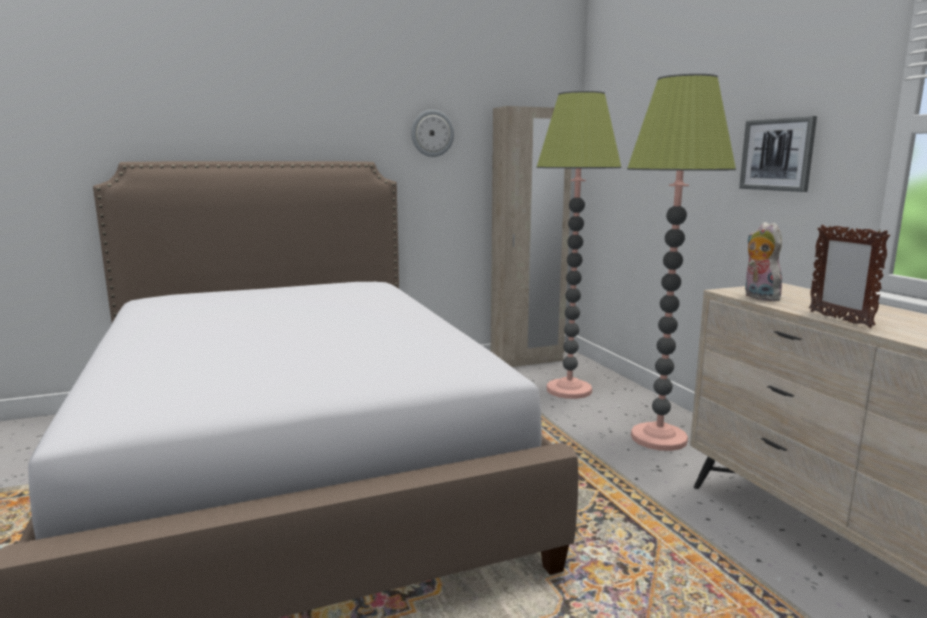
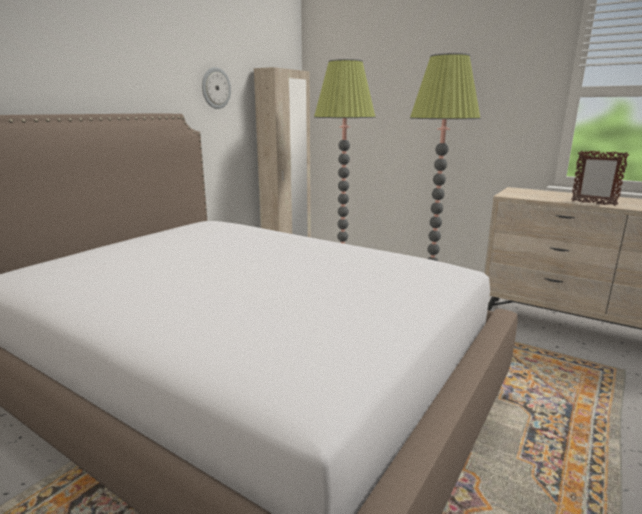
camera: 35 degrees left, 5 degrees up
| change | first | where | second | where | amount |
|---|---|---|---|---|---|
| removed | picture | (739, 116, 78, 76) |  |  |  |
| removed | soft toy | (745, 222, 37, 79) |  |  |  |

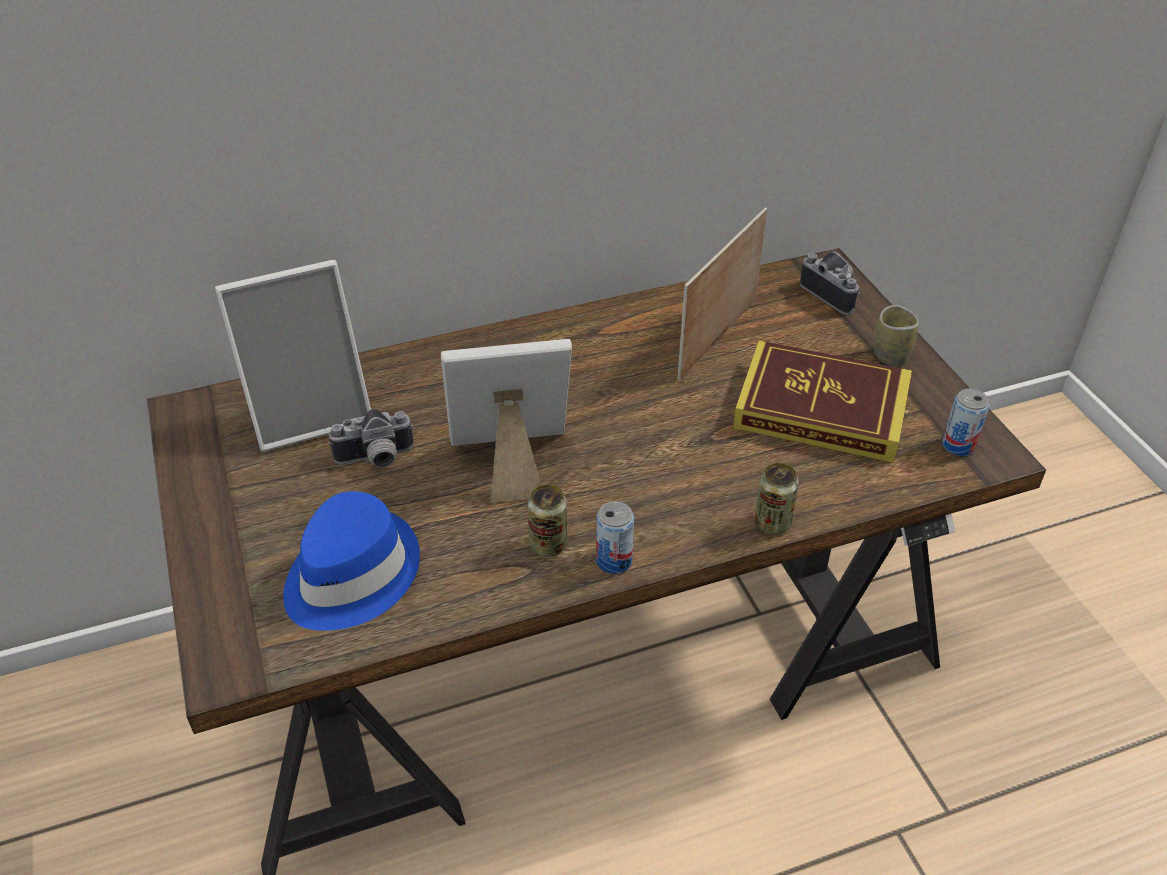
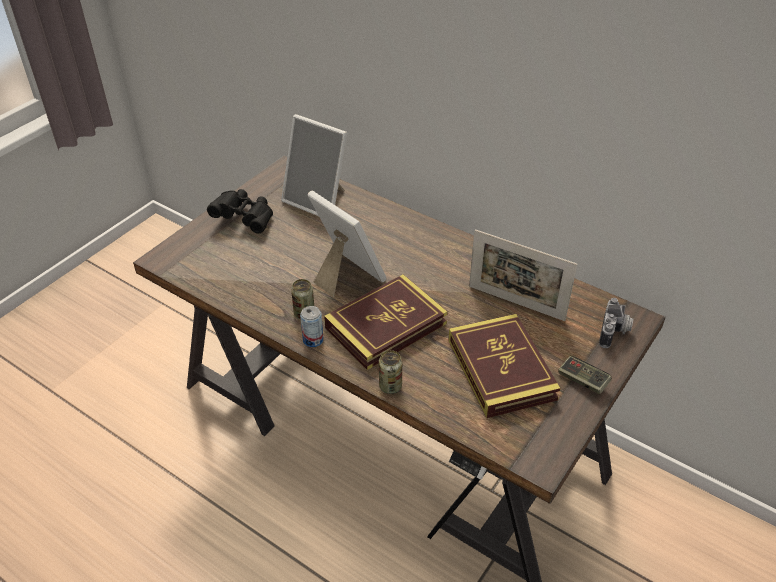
camera: 55 degrees right, 0 degrees up
| change | first | where | second | where | amount |
|---|---|---|---|---|---|
| turned | picture frame | (678, 208, 89, 173) |  | (469, 229, 108, 92) | 150 degrees counterclockwise |
| replaced | small cup | (873, 305, 46, 62) | joypad | (558, 356, 54, 38) |  |
| removed | metal can | (942, 389, 47, 67) |  |  |  |
| removed | still camera | (329, 409, 85, 59) |  |  |  |
| removed | clothing hat (blue-coloured) | (283, 491, 137, 140) |  |  |  |
| added |  |  | pair of binoculars (black) | (207, 189, 66, 44) |  |
| added |  |  | volume | (324, 274, 124, 96) |  |

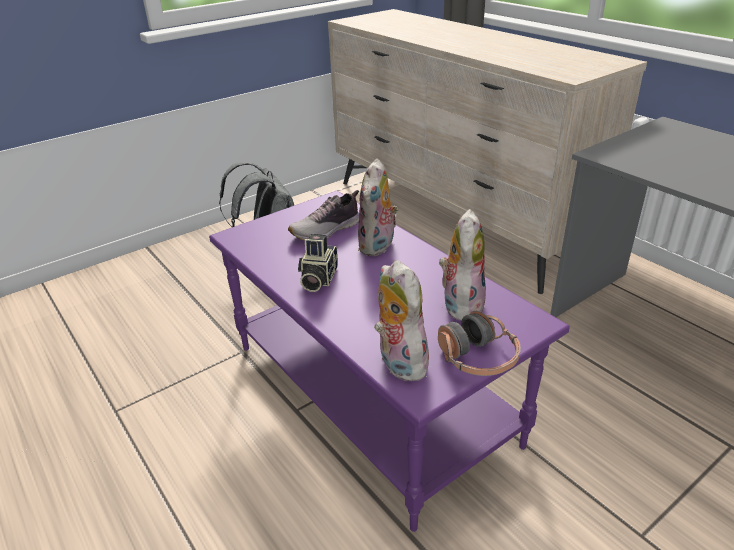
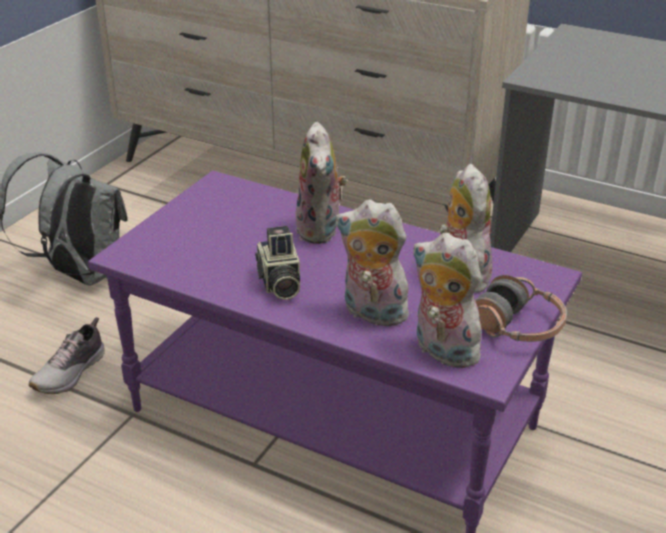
camera: 25 degrees left, 0 degrees up
| change | first | where | second | where | amount |
|---|---|---|---|---|---|
| moved | item of footwear | (288, 190, 71, 51) |  | (29, 317, 76, 77) |  |
| added |  |  | soft toy | (336, 199, 76, 130) |  |

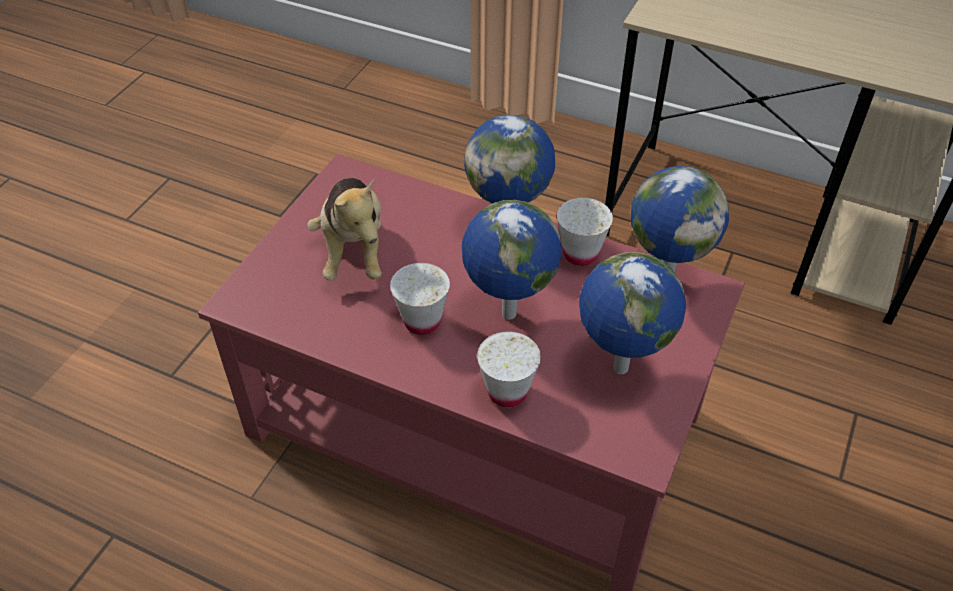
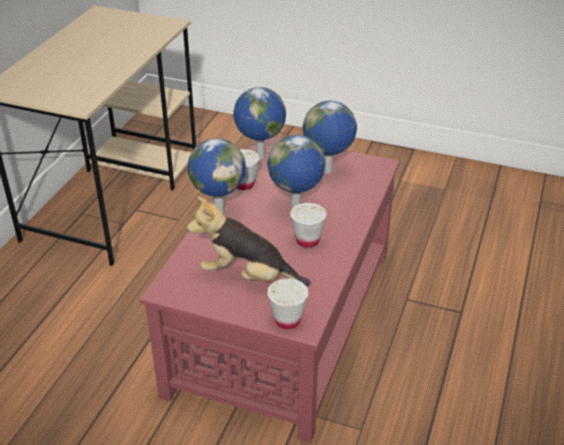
camera: 95 degrees left, 10 degrees down
| change | first | where | second | where | amount |
|---|---|---|---|---|---|
| turned | soft toy | (307, 178, 75, 102) |  | (187, 196, 124, 90) | 150 degrees counterclockwise |
| moved | small cup (white) | (477, 332, 64, 75) |  | (267, 278, 41, 51) |  |

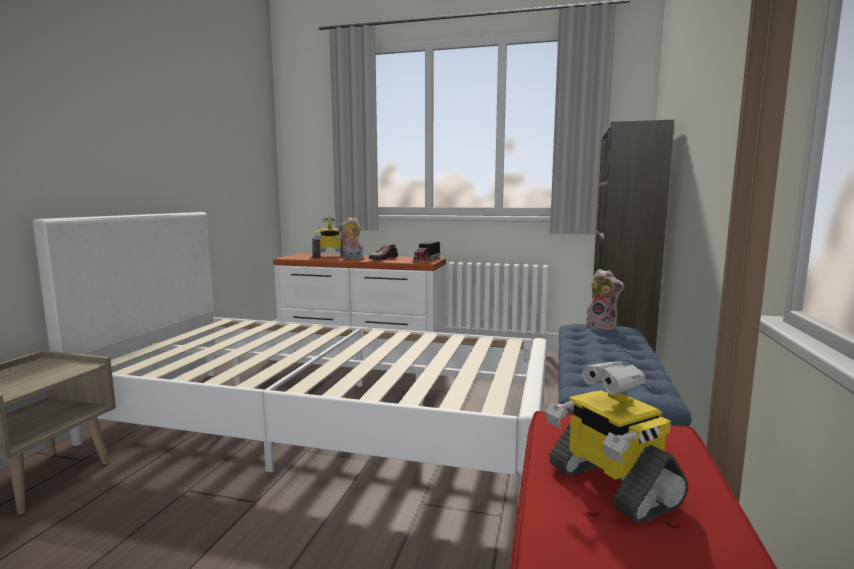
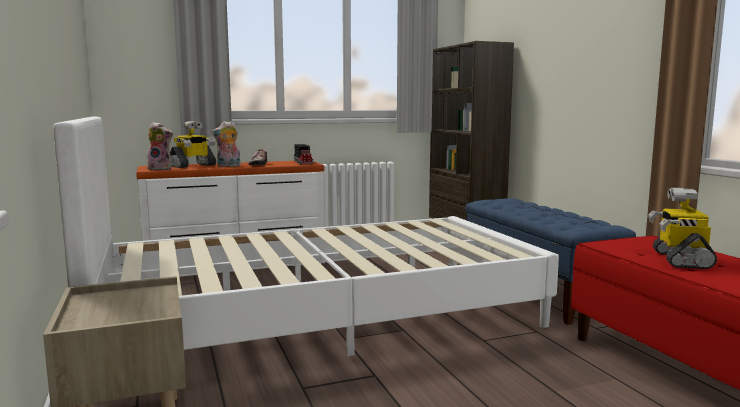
camera: 35 degrees left, 0 degrees up
| change | first | where | second | where | amount |
|---|---|---|---|---|---|
| moved | soft toy | (584, 269, 40, 63) |  | (147, 122, 26, 48) |  |
| turned | robot figure | (546, 361, 142, 163) |  | (648, 188, 69, 81) | 75 degrees clockwise |

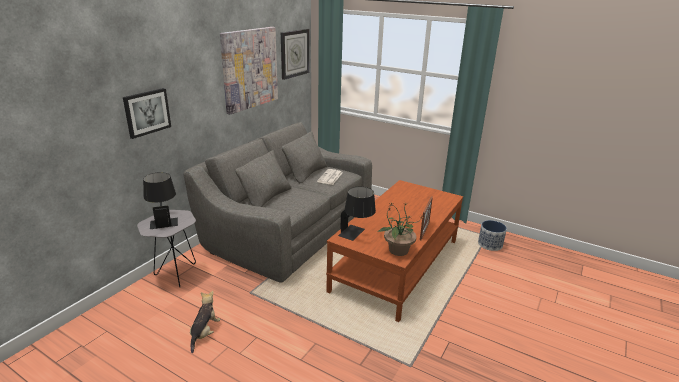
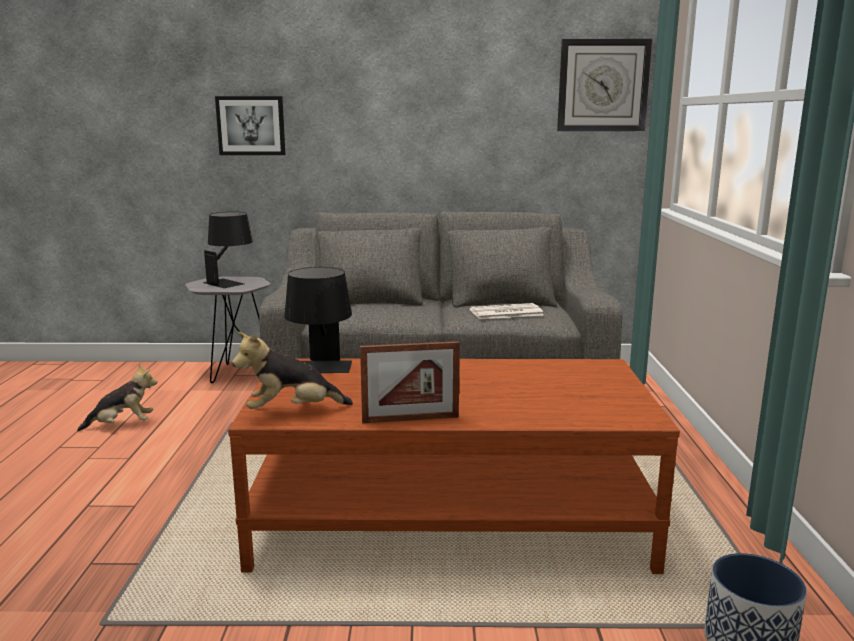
camera: 60 degrees right, 10 degrees down
| change | first | where | second | where | amount |
|---|---|---|---|---|---|
| removed | picture | (220, 27, 58, 88) |  |  |  |
| replaced | houseplant | (378, 201, 46, 55) | soft toy | (232, 332, 121, 77) |  |

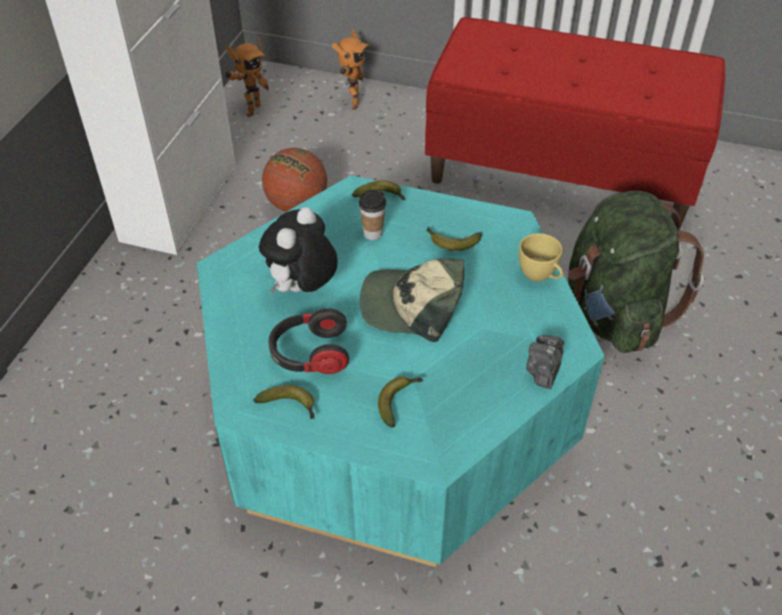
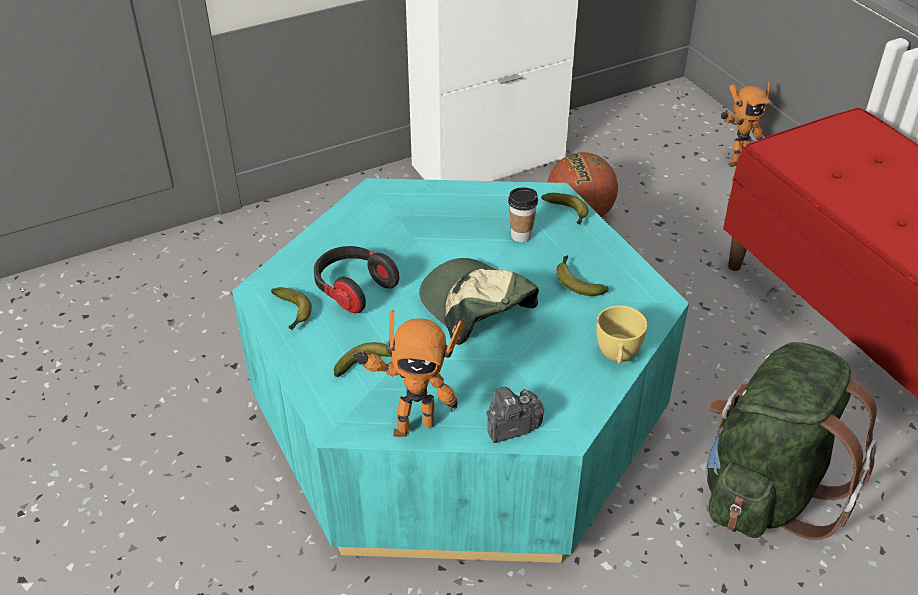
camera: 45 degrees right, 5 degrees down
| change | first | where | second | where | amount |
|---|---|---|---|---|---|
| moved | robot figure | (224, 37, 45, 80) |  | (352, 310, 112, 127) |  |
| removed | soft toy | (259, 207, 78, 87) |  |  |  |

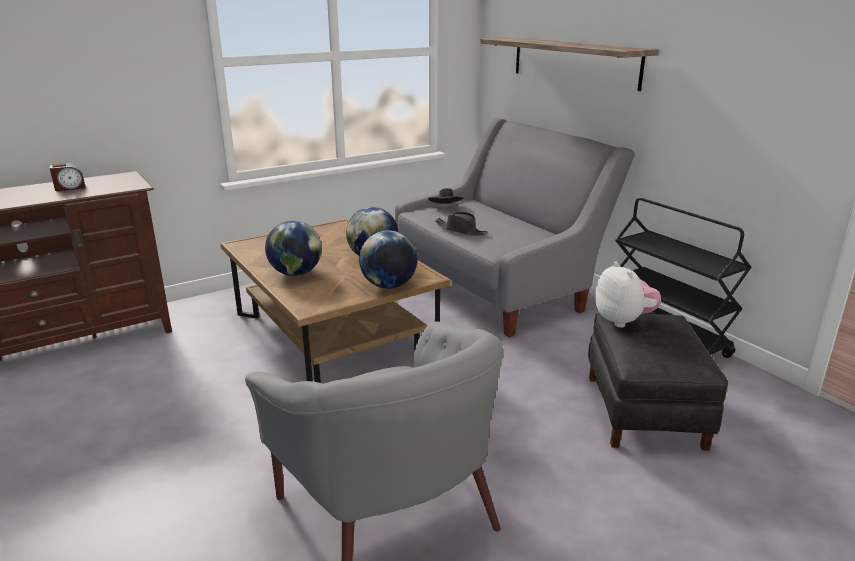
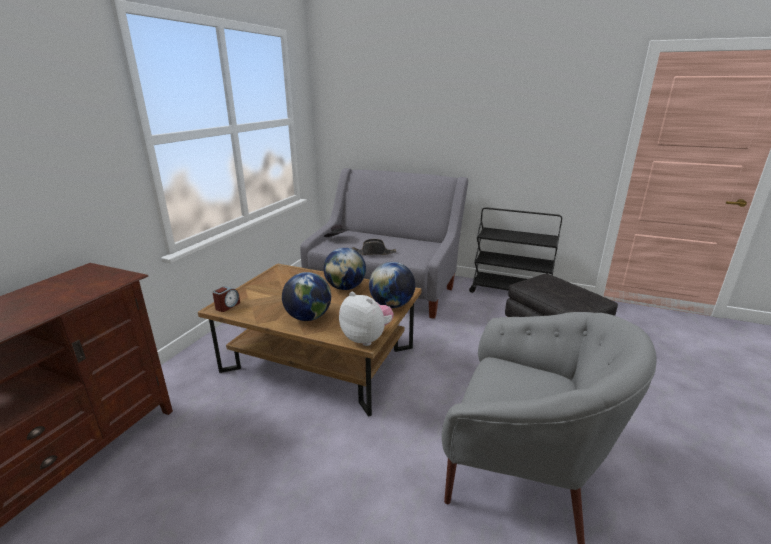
camera: 35 degrees left, 0 degrees up
| change | first | where | second | where | amount |
|---|---|---|---|---|---|
| removed | wall shelf | (480, 37, 179, 54) |  |  |  |
| moved | bedside clock | (50, 163, 35, 28) |  | (212, 286, 28, 26) |  |
| moved | soft toy | (595, 262, 66, 66) |  | (339, 292, 55, 54) |  |

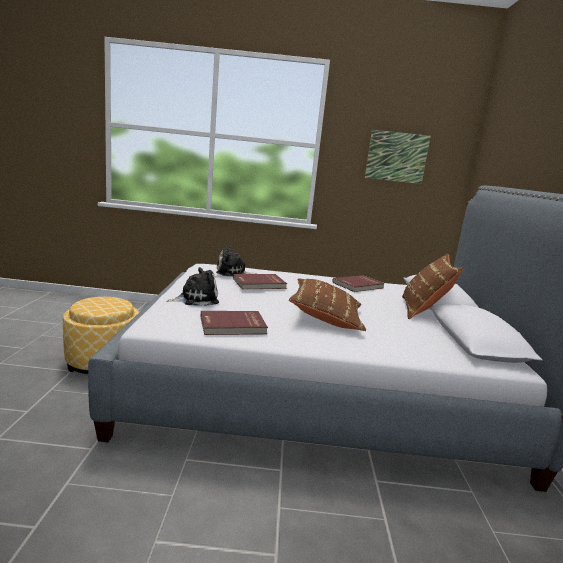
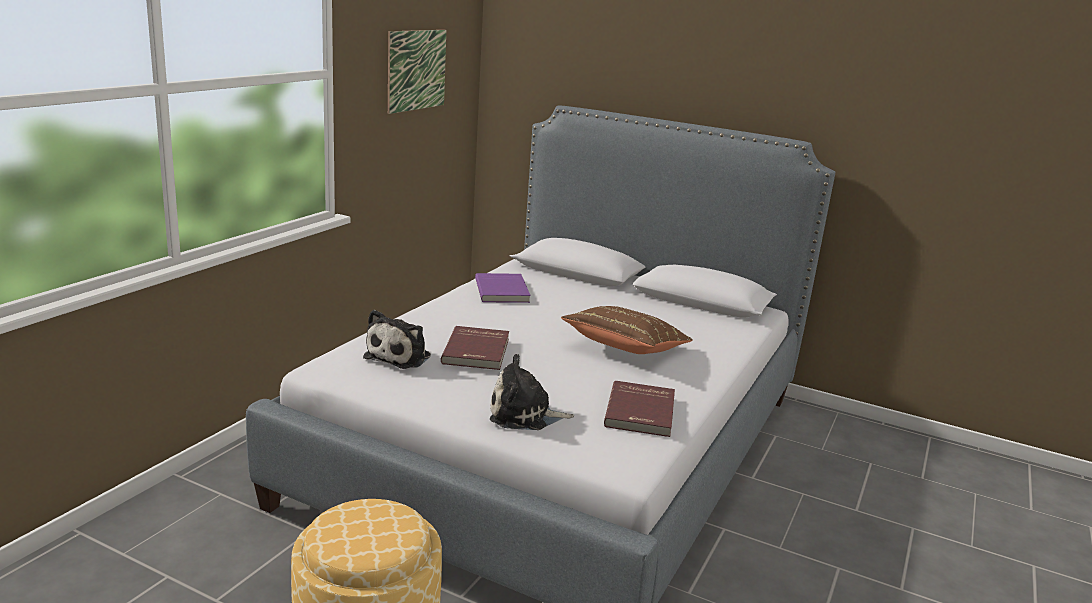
camera: 65 degrees left, 5 degrees up
| change | first | where | second | where | amount |
|---|---|---|---|---|---|
| removed | cushion (brown) | (402, 254, 62, 65) |  |  |  |
| turned | soft toy | (166, 267, 53, 39) |  | (490, 354, 84, 76) | 90 degrees counterclockwise |
| recoloured | volume (red-coloured) | (332, 275, 53, 17) | volume (purplish) | (475, 273, 56, 30) |  |

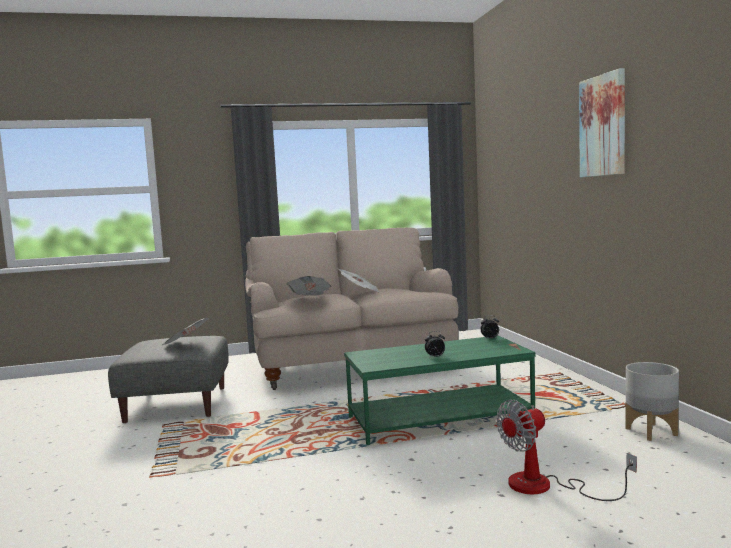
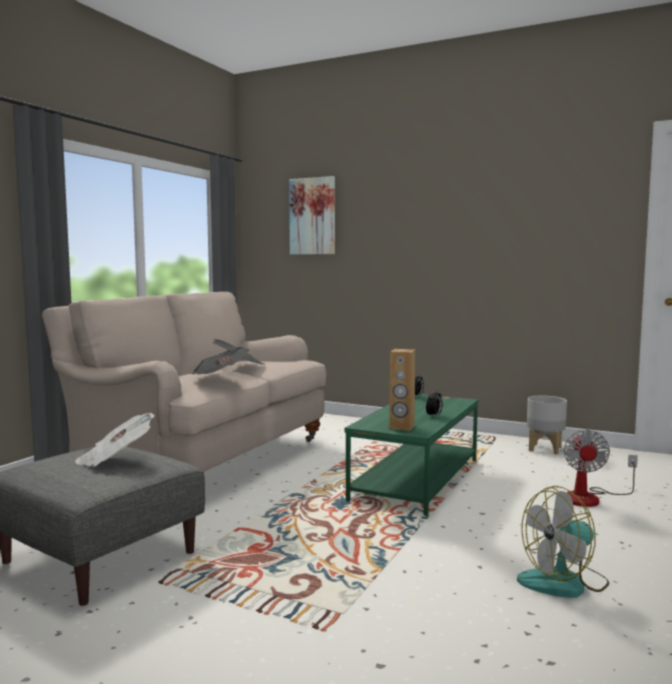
camera: 50 degrees left, 0 degrees up
| change | first | where | second | where | amount |
|---|---|---|---|---|---|
| moved | picture | (579, 68, 46, 109) |  | (289, 176, 46, 79) |  |
| added |  |  | loudspeaker (brown) | (389, 349, 26, 82) |  |
| added |  |  | fan | (517, 486, 92, 112) |  |

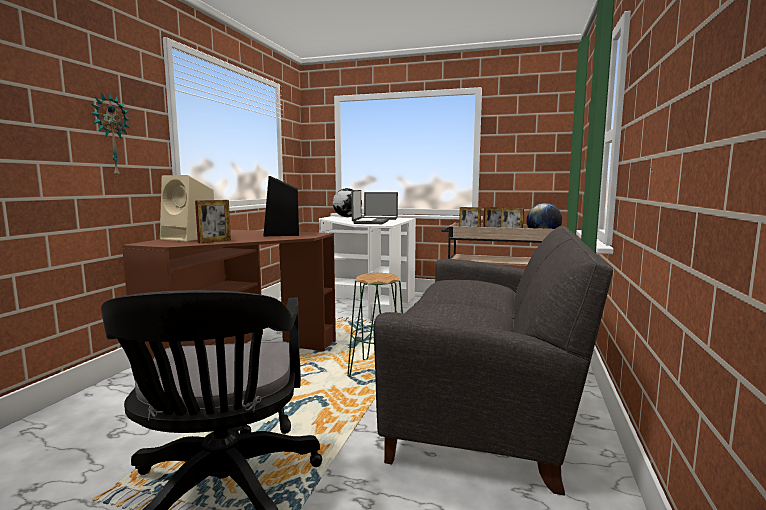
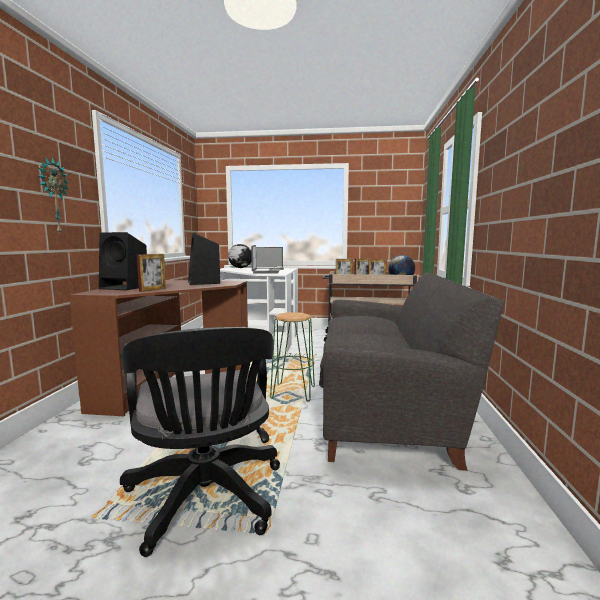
camera: 10 degrees left, 0 degrees up
| change | first | where | second | where | amount |
|---|---|---|---|---|---|
| recoloured | loudspeaker (sand-coloured) | (160, 175, 54, 66) | loudspeaker (black) | (99, 232, 48, 58) |  |

